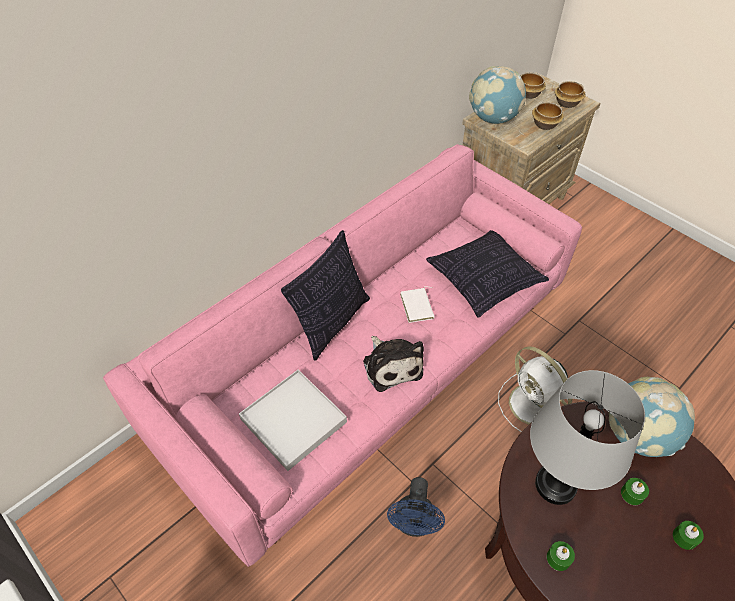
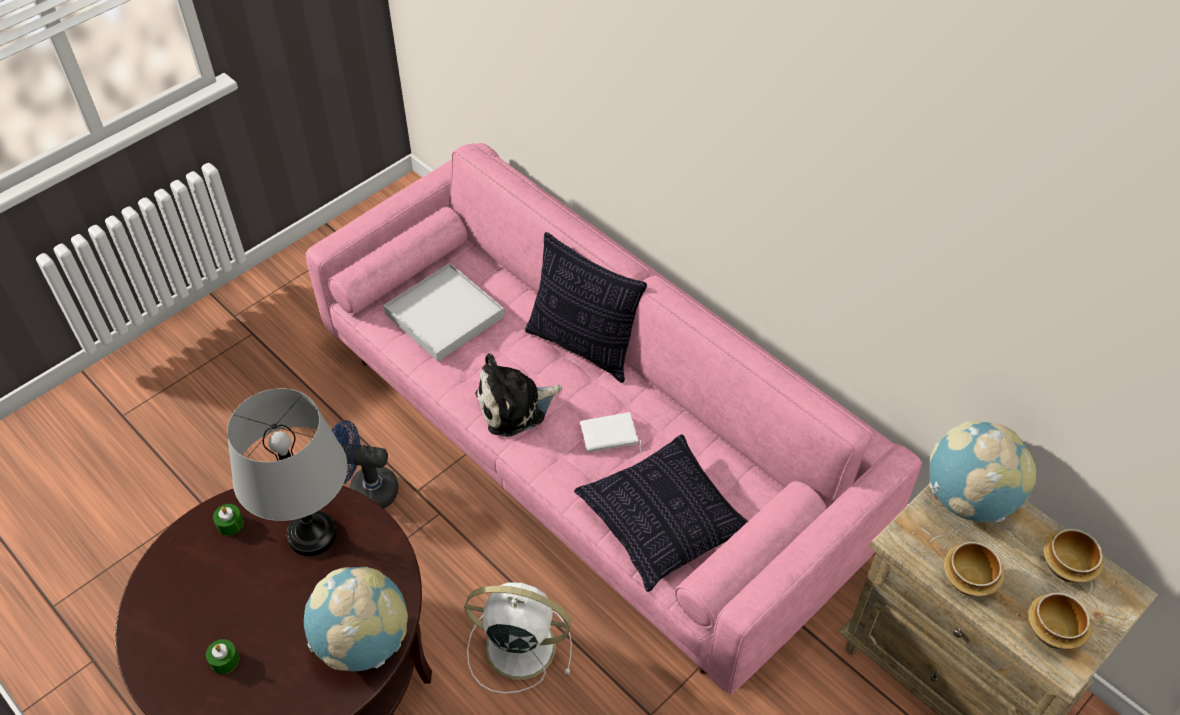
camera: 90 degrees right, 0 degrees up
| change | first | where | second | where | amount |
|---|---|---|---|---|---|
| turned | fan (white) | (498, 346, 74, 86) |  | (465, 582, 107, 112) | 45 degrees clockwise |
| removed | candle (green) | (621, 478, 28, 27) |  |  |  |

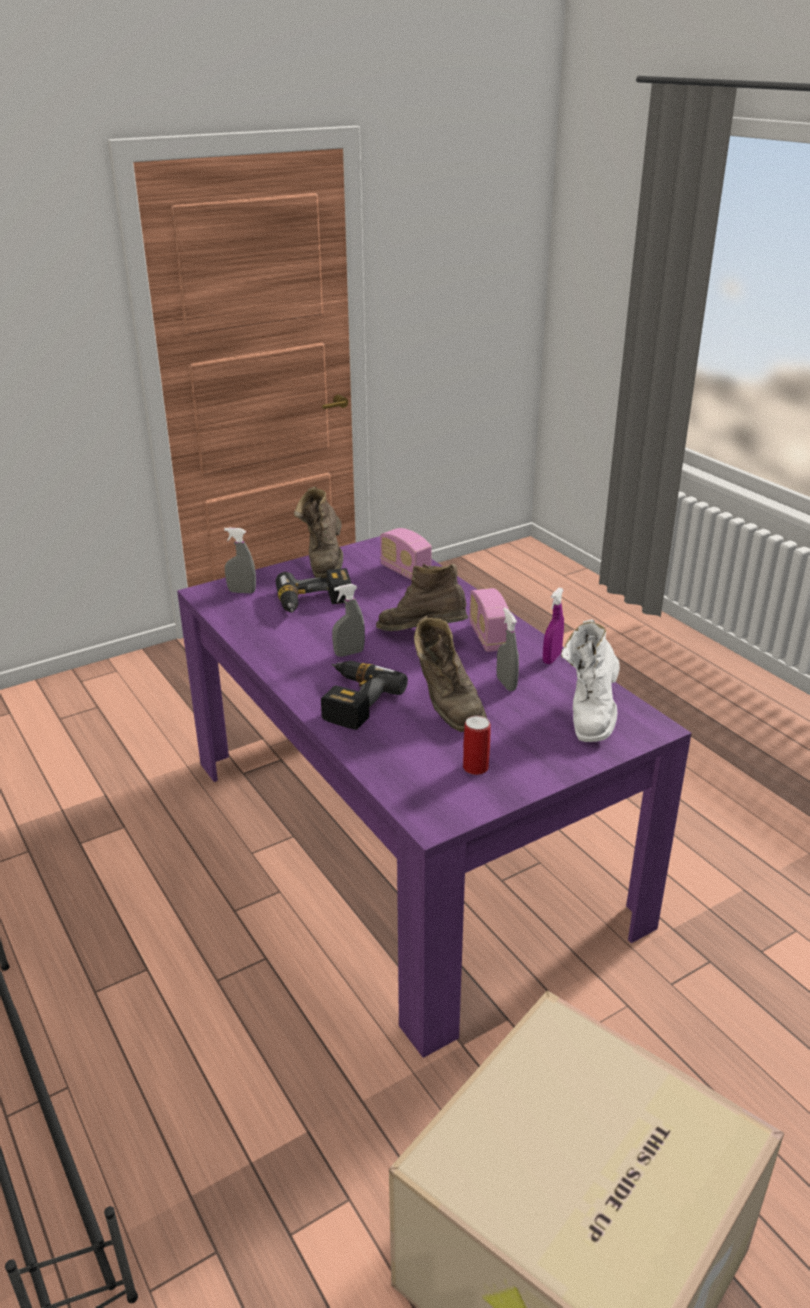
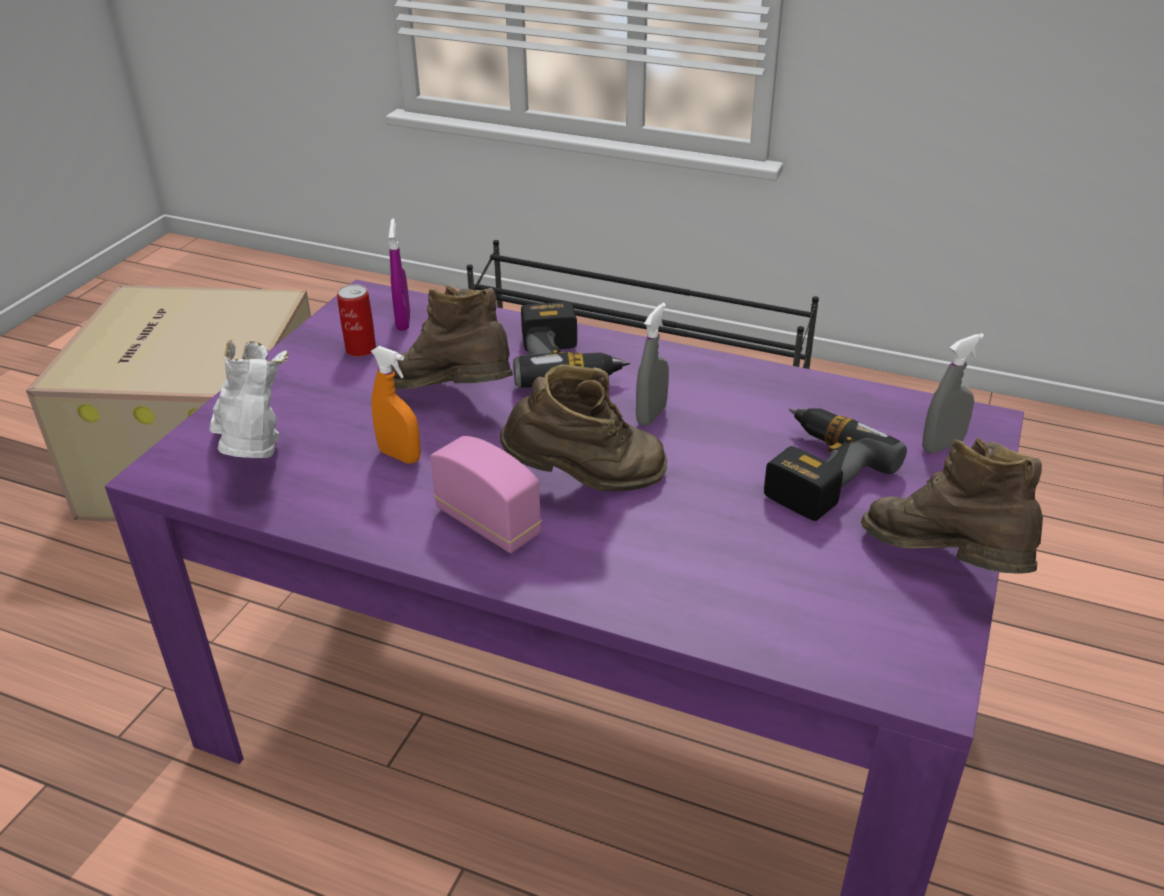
camera: 145 degrees right, 5 degrees up
| change | first | where | second | where | amount |
|---|---|---|---|---|---|
| removed | radio | (380, 528, 52, 52) |  |  |  |
| moved | spray bottle (purplish) | (543, 588, 21, 76) |  | (388, 219, 22, 112) |  |
| recoloured | spray bottle (gray) | (497, 608, 22, 83) | spray bottle (orange) | (371, 346, 50, 117) |  |

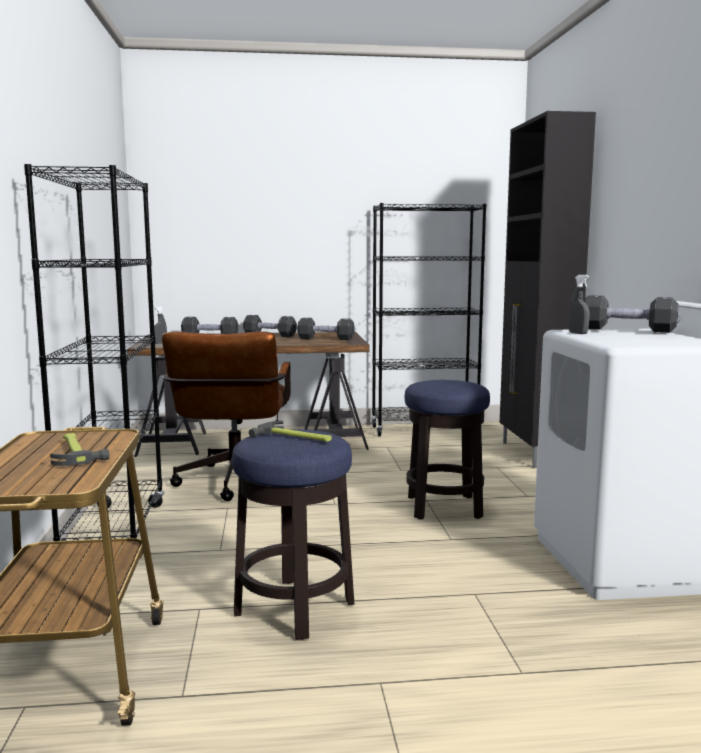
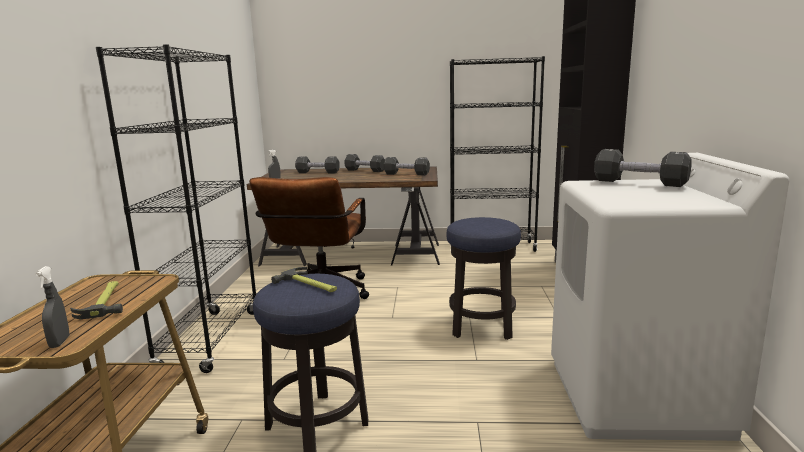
camera: 10 degrees right, 5 degrees up
| change | first | where | second | where | amount |
|---|---|---|---|---|---|
| moved | spray bottle (gray) | (569, 275, 21, 59) |  | (36, 266, 34, 82) |  |

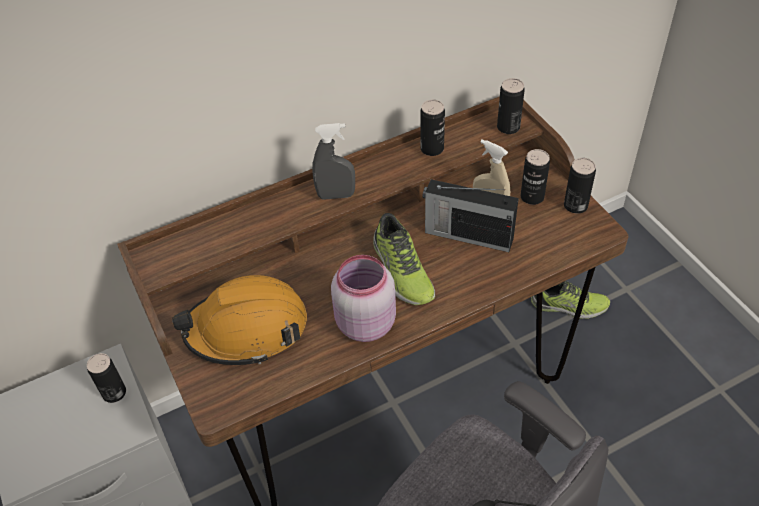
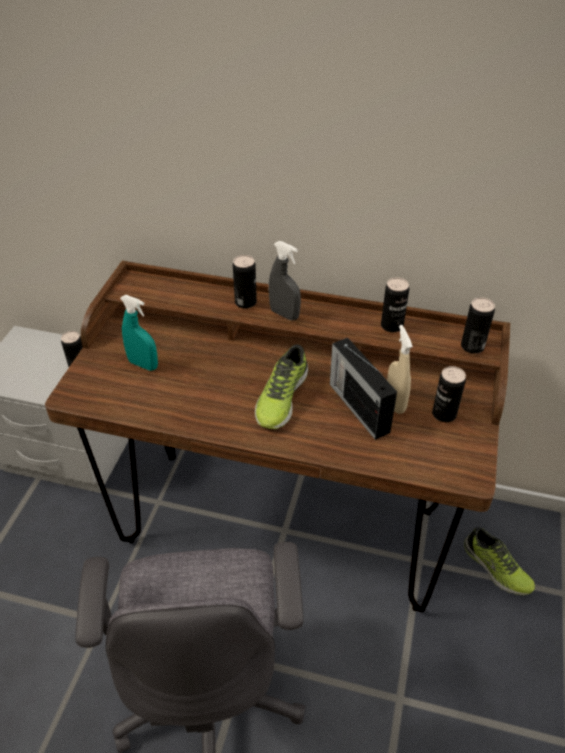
camera: 40 degrees right, 5 degrees down
| change | first | where | second | where | amount |
|---|---|---|---|---|---|
| moved | metal can | (564, 158, 32, 56) |  | (233, 255, 24, 54) |  |
| removed | jar (pink) | (331, 255, 65, 87) |  |  |  |
| replaced | work helmet (orange) | (172, 275, 135, 90) | spray bottle (turquoise-coloured) | (120, 295, 38, 76) |  |

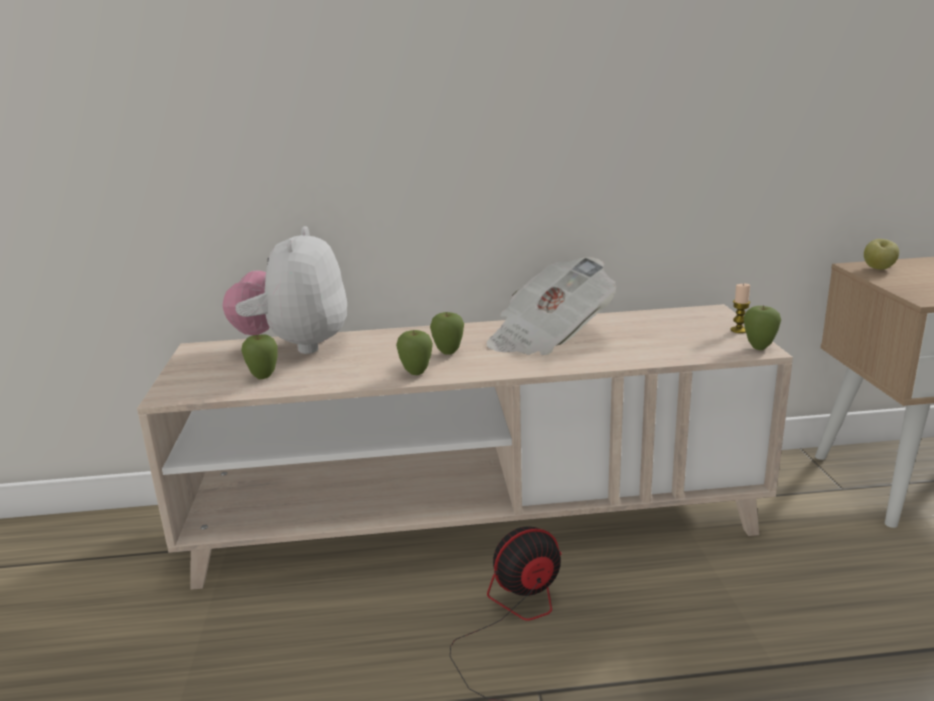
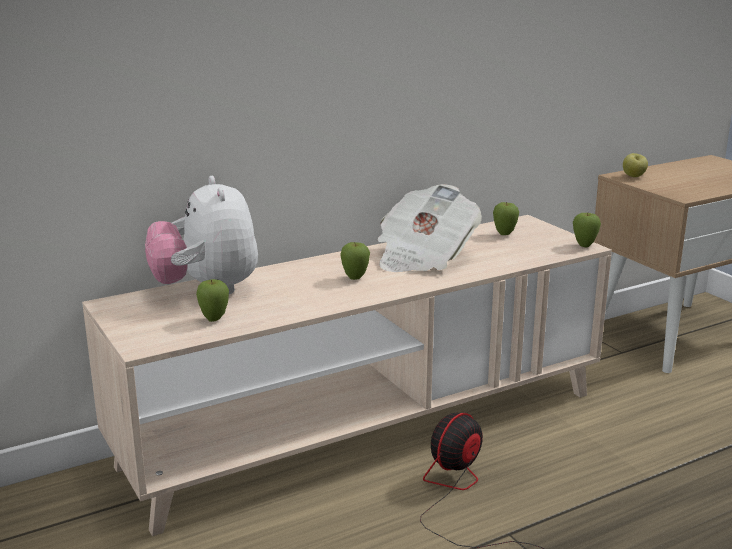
camera: 25 degrees left, 0 degrees up
| change | first | where | second | where | amount |
|---|---|---|---|---|---|
| removed | candle | (730, 284, 21, 49) |  |  |  |
| moved | apple | (396, 330, 37, 45) |  | (493, 202, 26, 33) |  |

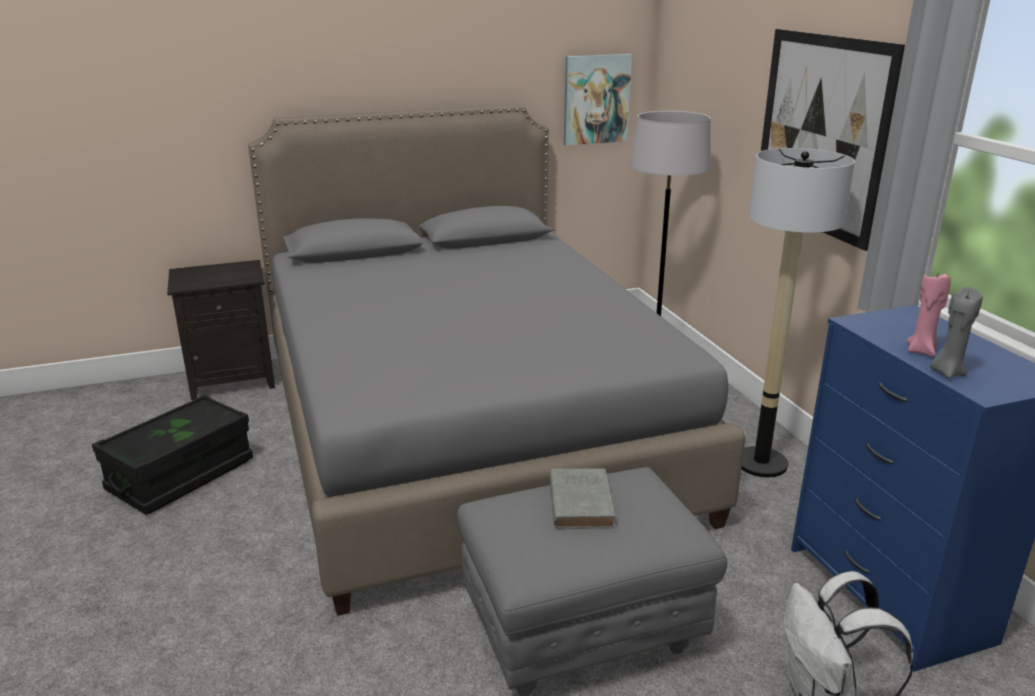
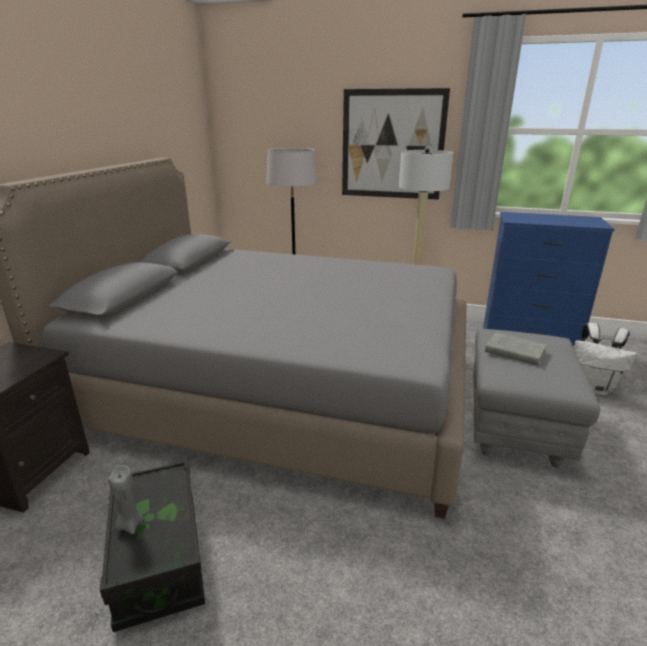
camera: 55 degrees left, 0 degrees up
| change | first | where | second | where | amount |
|---|---|---|---|---|---|
| removed | picture | (564, 54, 68, 92) |  |  |  |
| removed | candle (pink) | (907, 271, 44, 86) |  |  |  |
| moved | candle (gray) | (930, 287, 53, 91) |  | (108, 465, 36, 69) |  |

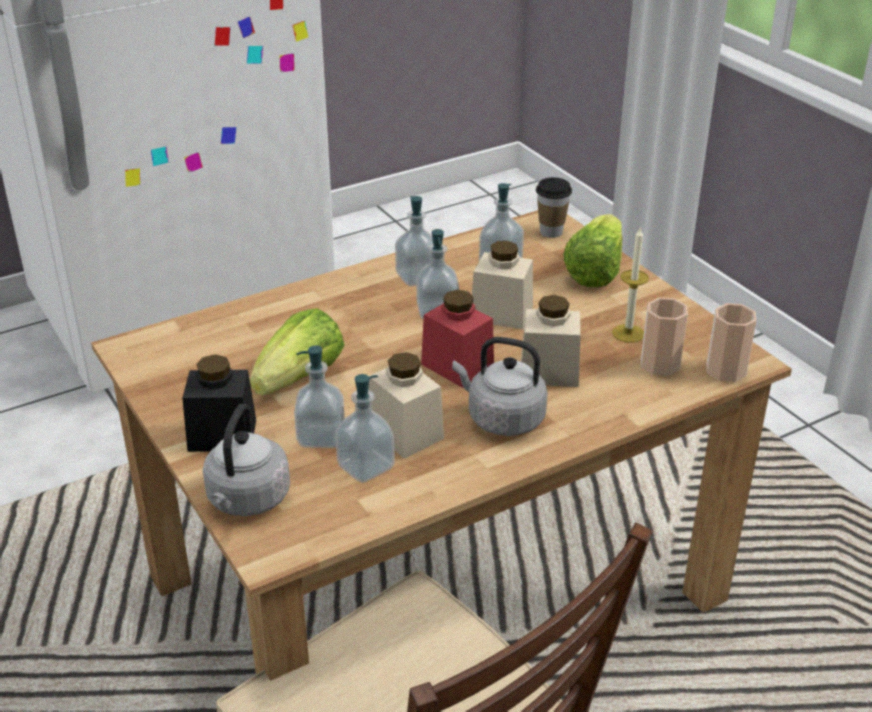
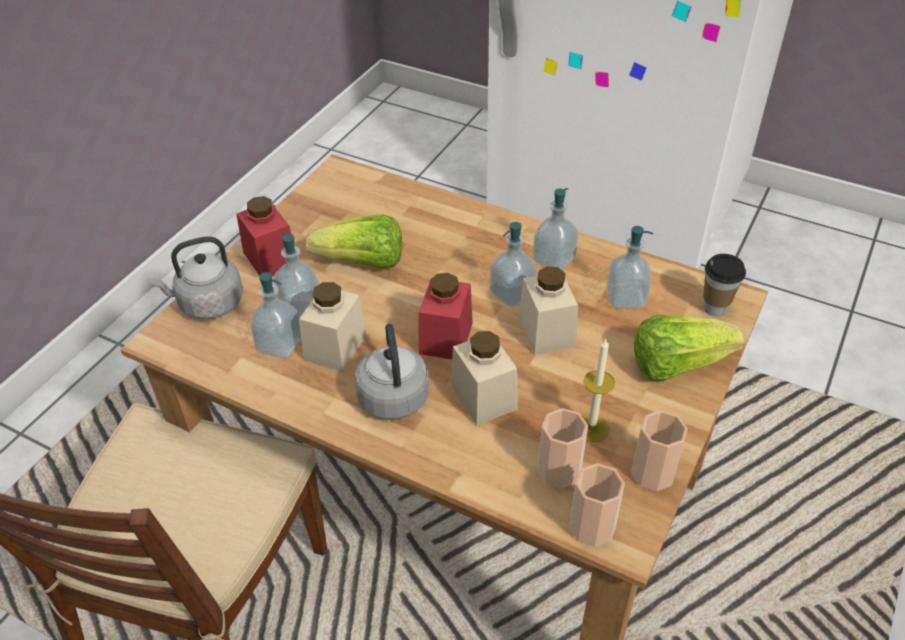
camera: 60 degrees right, 10 degrees up
| change | first | where | second | where | amount |
|---|---|---|---|---|---|
| recoloured | jar (black) | (182, 354, 74, 98) | jar (red-coloured) | (236, 196, 55, 80) |  |
| added |  |  | small cup | (631, 410, 57, 81) |  |

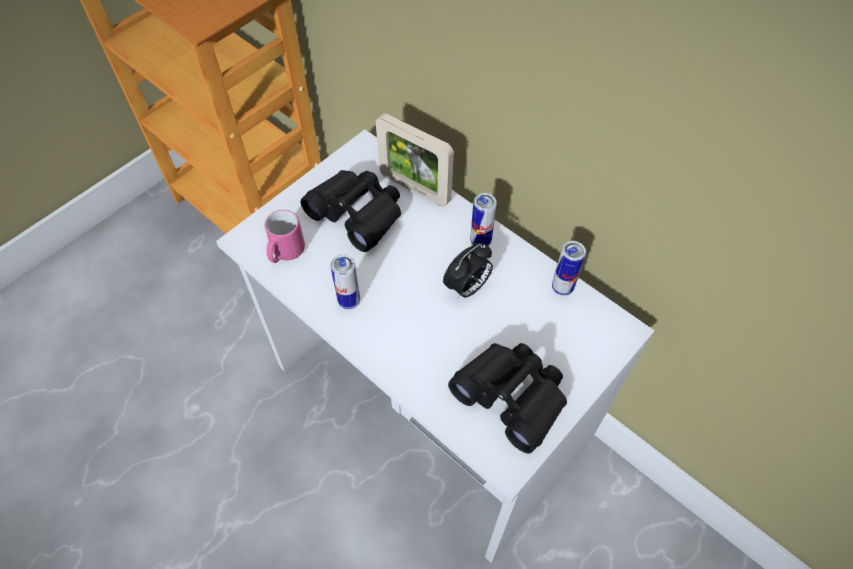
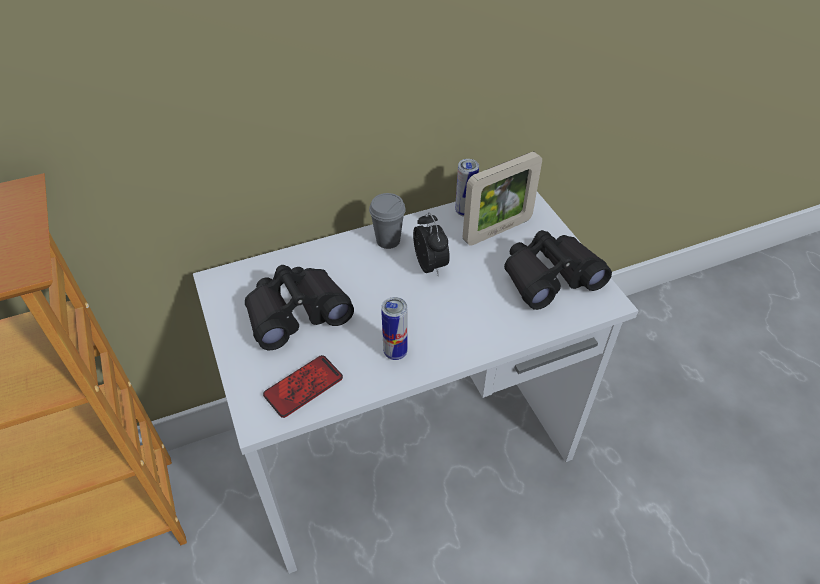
camera: 65 degrees left, 10 degrees down
| change | first | where | second | where | amount |
|---|---|---|---|---|---|
| moved | picture frame | (376, 113, 78, 93) |  | (463, 152, 79, 93) |  |
| replaced | metal can | (470, 193, 27, 53) | small cup (gray) | (369, 193, 37, 56) |  |
| replaced | mug (pink) | (265, 210, 40, 53) | telephone | (263, 355, 80, 63) |  |

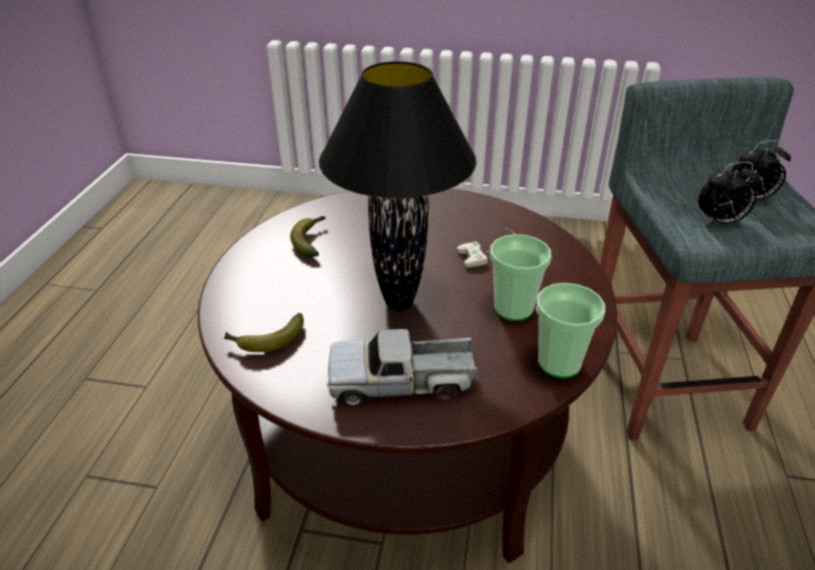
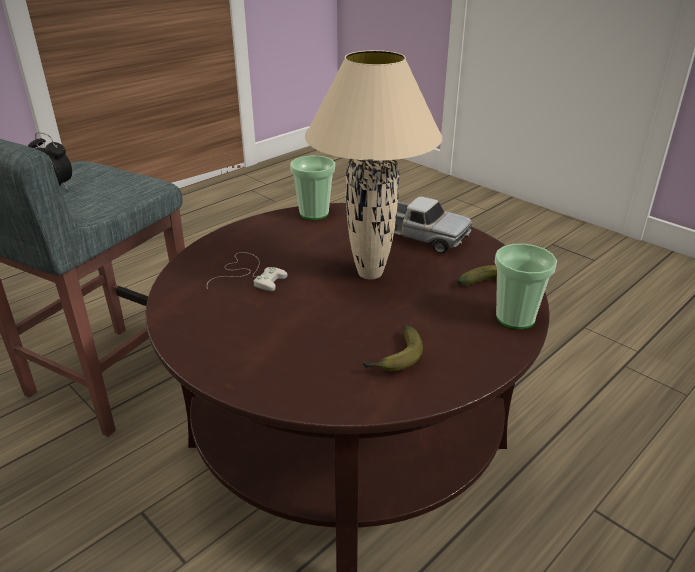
camera: 145 degrees left, 5 degrees down
| change | first | where | second | where | amount |
|---|---|---|---|---|---|
| recoloured | lamp for a table (black) | (319, 61, 158, 250) | lamp for a table (sand-coloured) | (305, 50, 137, 230) |  |
| removed | bedside clock | (698, 162, 63, 63) |  |  |  |
| moved | small cup | (490, 234, 61, 87) |  | (495, 244, 62, 85) |  |

